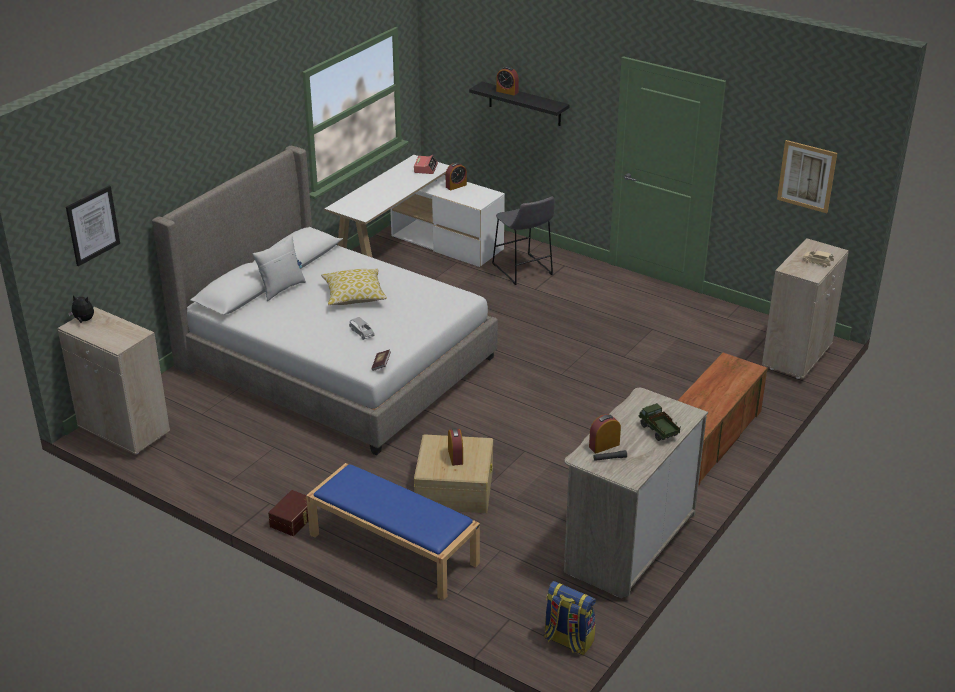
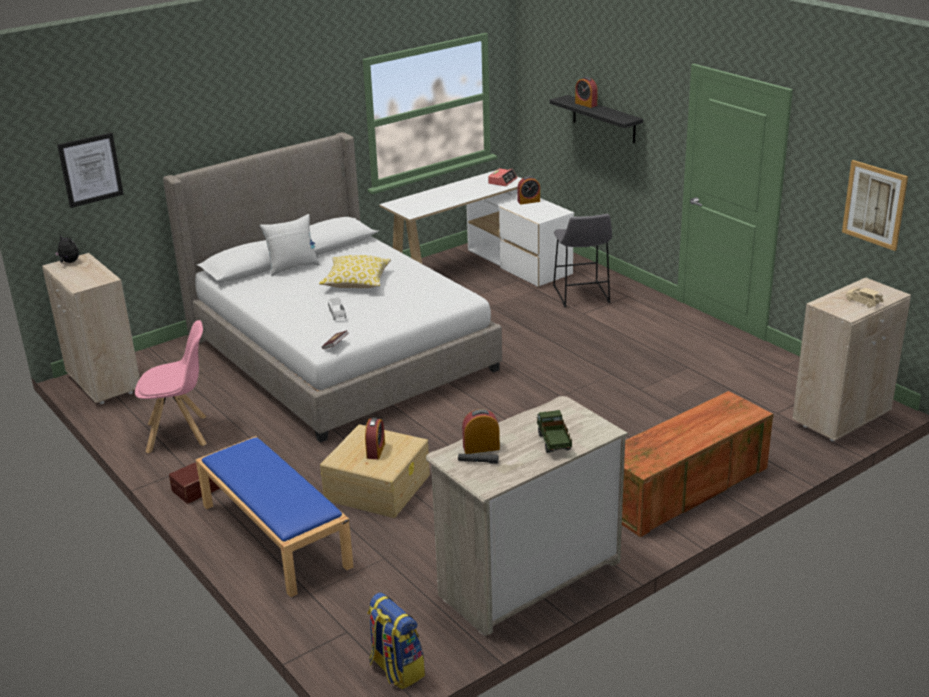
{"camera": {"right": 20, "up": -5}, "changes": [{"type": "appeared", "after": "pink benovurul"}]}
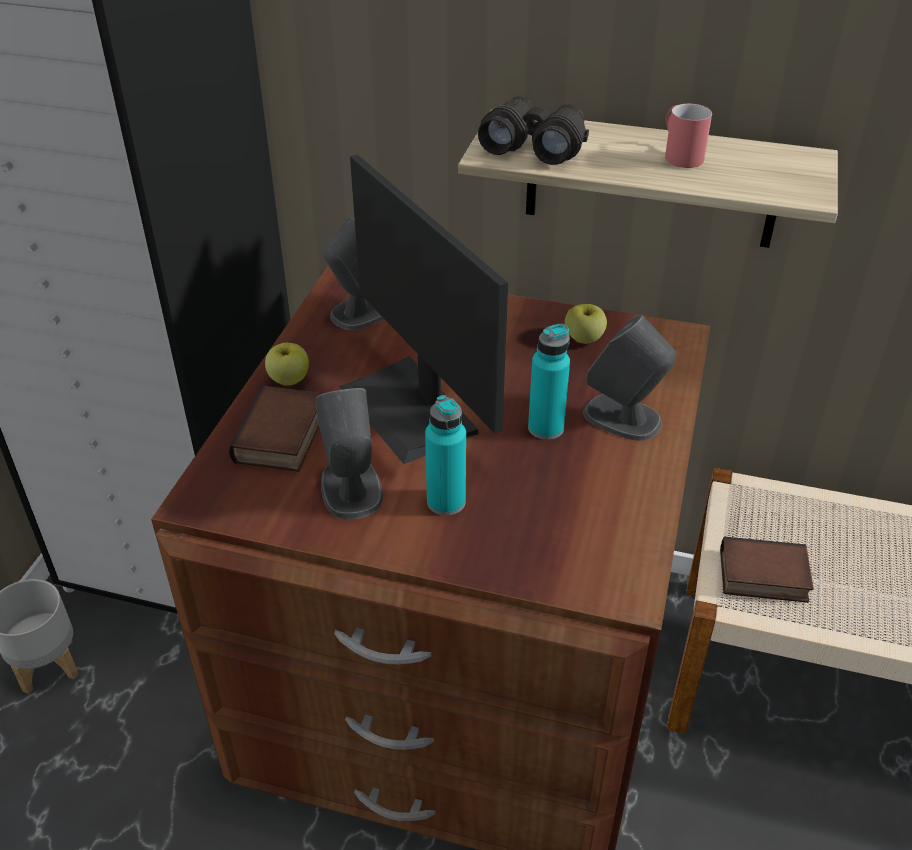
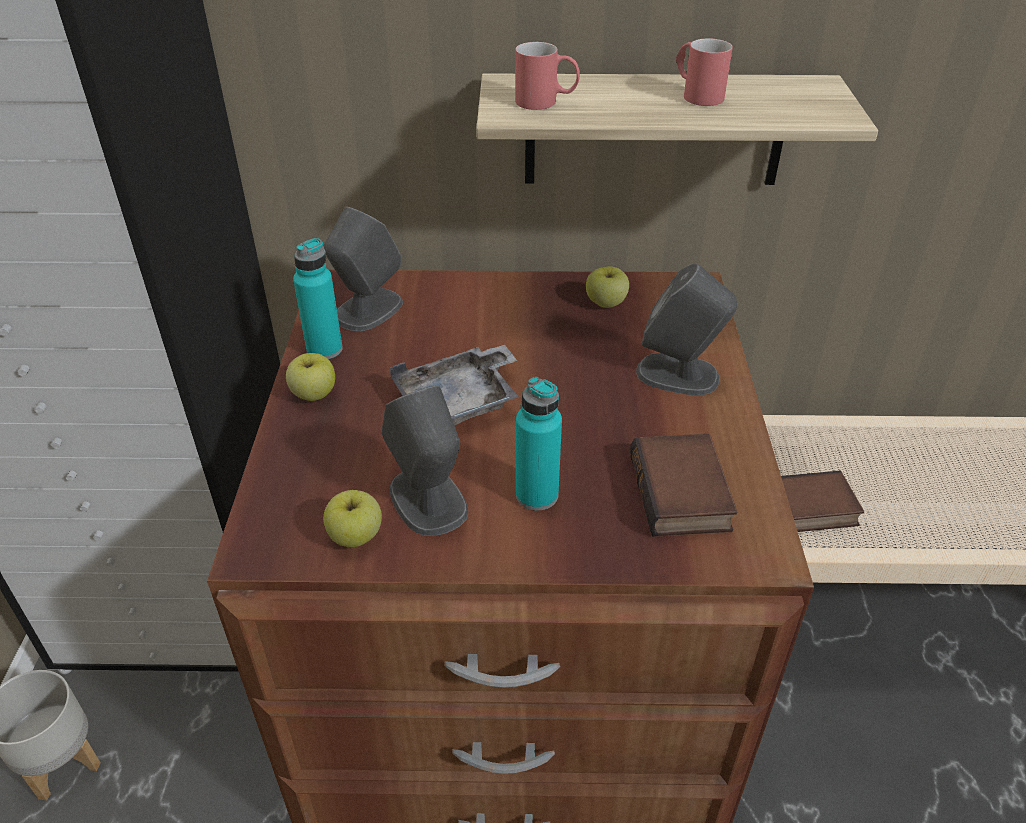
{"camera": {"right": -15, "up": 0}, "changes": [{"type": "appeared", "after": "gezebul (no. 2 from left)"}, {"type": "relocated", "before": "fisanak (no. 1 from left)"}, {"type": "relocated", "before": "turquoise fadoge (no. 2 from left in the first image)", "after": "turquoise fadoge (no. 1 from left)"}, {"type": "exchanged", "before": "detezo", "after": "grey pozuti"}, {"type": "exchanged", "before": "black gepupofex", "after": "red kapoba (no. 1 from left)"}]}
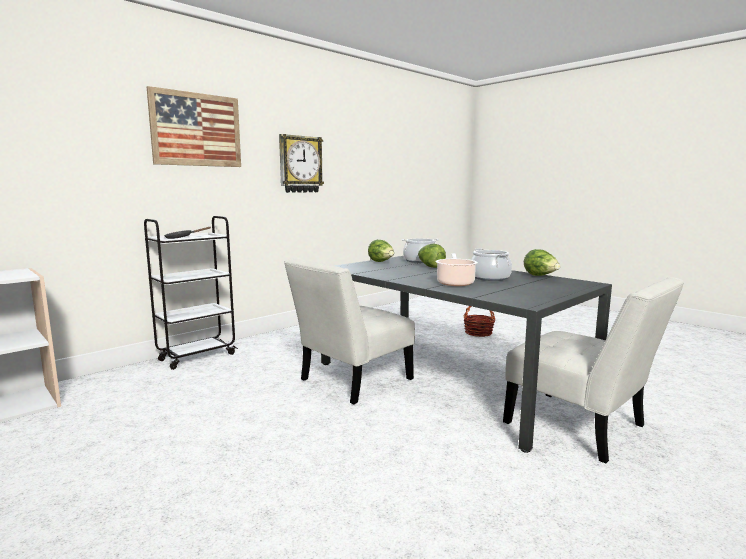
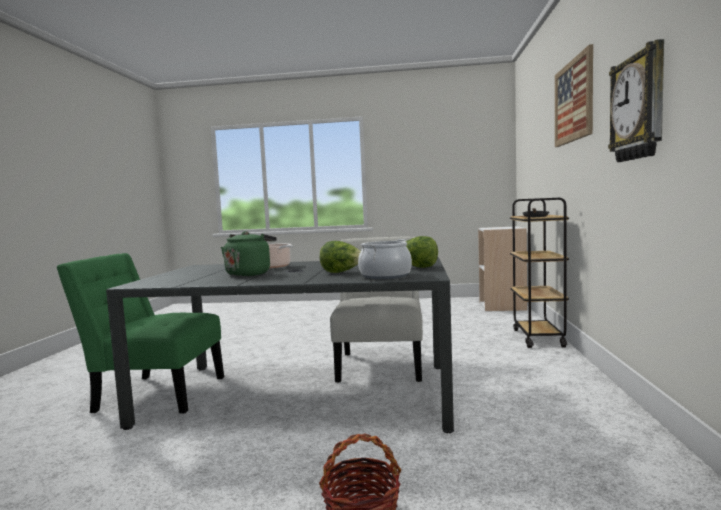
{"camera": {"right": 140, "up": -5}, "changes": [{"type": "missing", "before": "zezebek (no. 3 from left)"}, {"type": "exchanged", "before": "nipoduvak (no. 3 from left)", "after": "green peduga"}, {"type": "colour", "before": "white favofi", "after": "brown favofi"}, {"type": "colour", "before": "white benovurul (no. 2 from left)", "after": "green benovurul"}]}
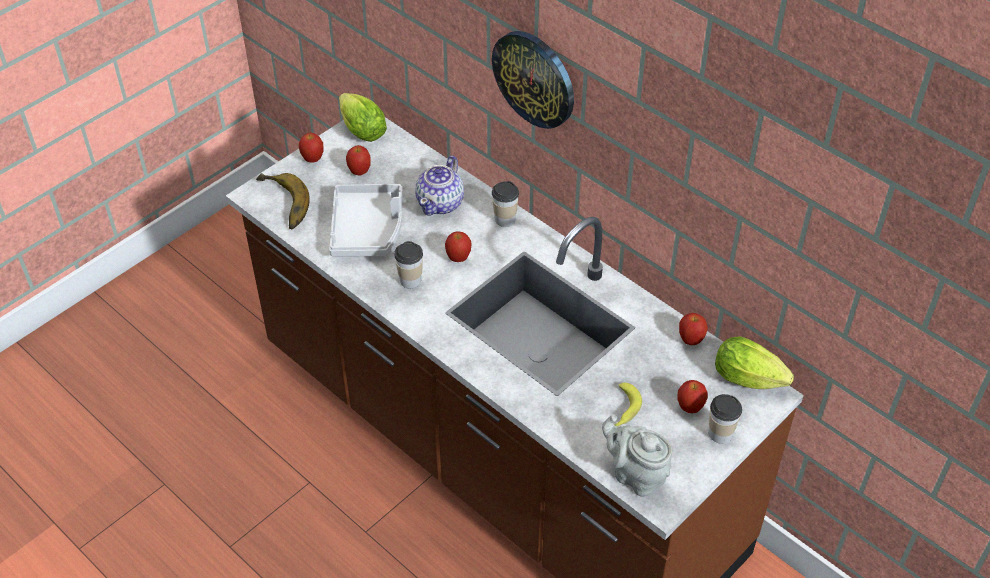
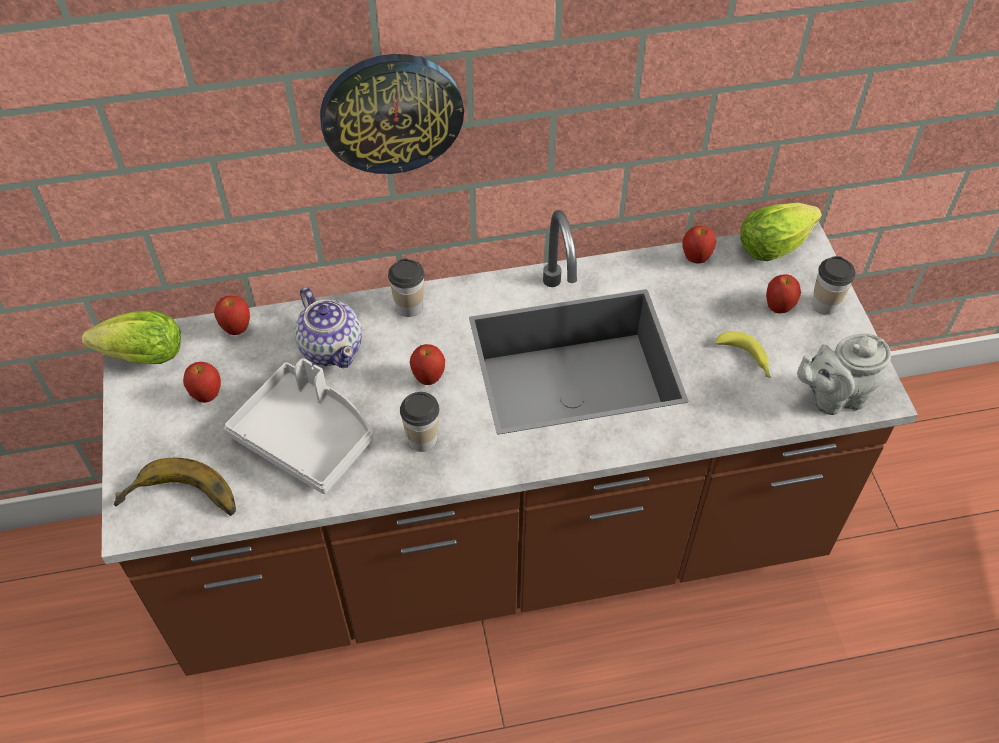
{"camera": {"right": -55, "up": 5}, "changes": [{"type": "relocated", "before": "gezebul (no. 1 from left in the first image)", "after": "gezebul (no. 2 from left)"}]}
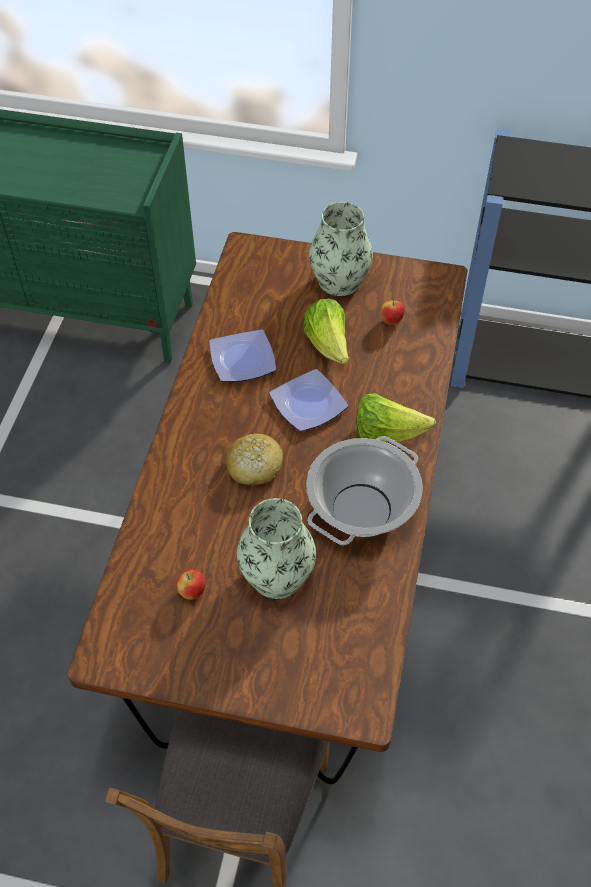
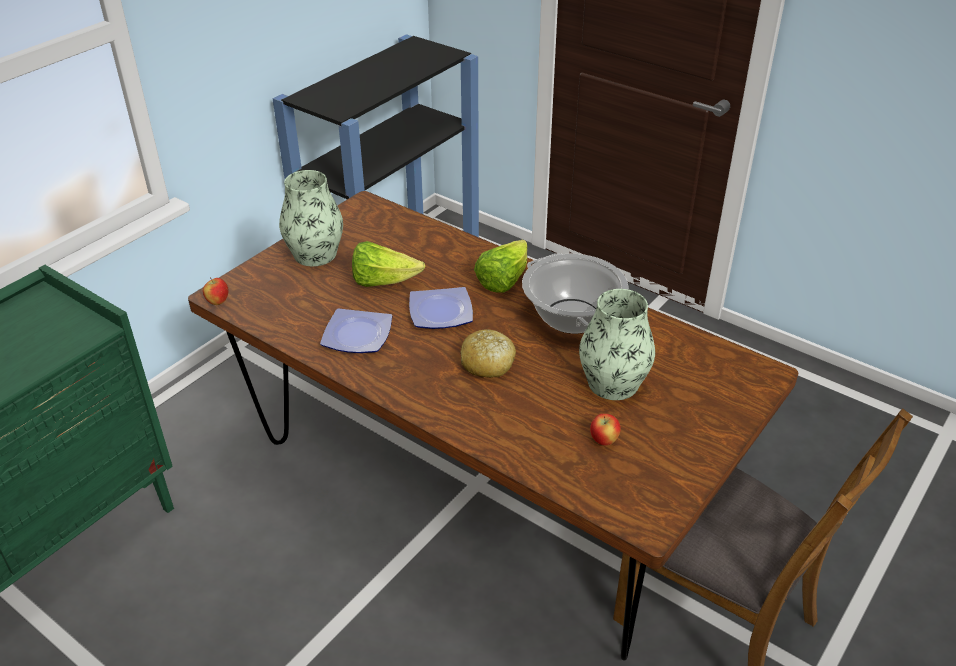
{"camera": {"right": -65, "up": -15}, "changes": [{"type": "relocated", "before": "gezebul (no. 2 from left in the first image)", "after": "gezebul (no. 1 from left)"}]}
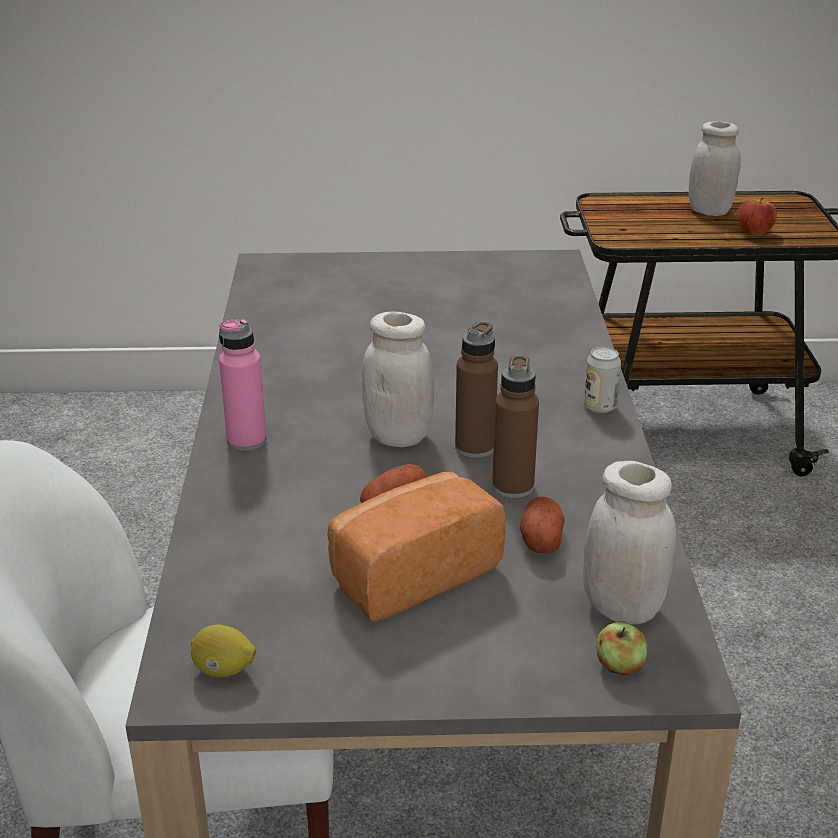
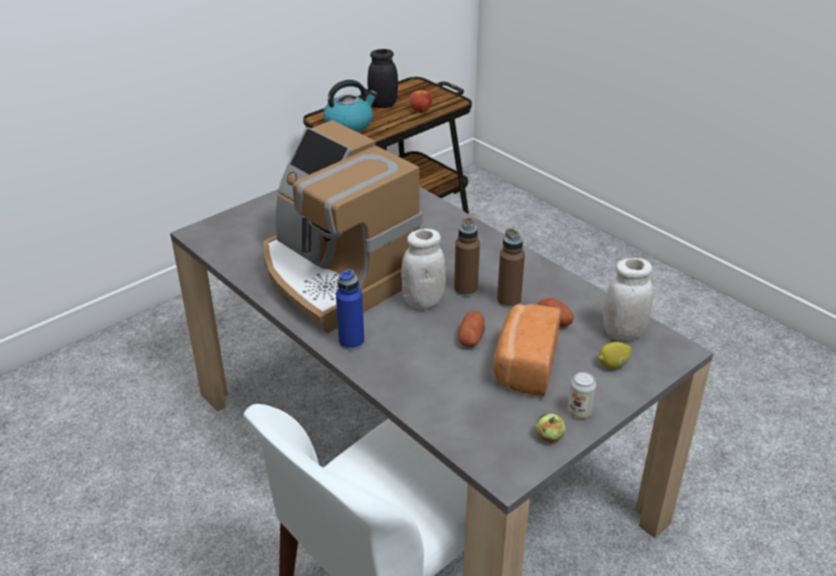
{"camera": {"right": -40, "up": 5}, "changes": [{"type": "appeared", "after": "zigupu"}, {"type": "appeared", "after": "peduga"}, {"type": "relocated", "before": "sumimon"}, {"type": "relocated", "before": "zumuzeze"}, {"type": "relocated", "before": "gezebul (no. 1 from left in the first image)", "after": "gezebul (no. 2 from left)"}, {"type": "colour", "before": "pink fadoge", "after": "blue fadoge"}, {"type": "colour", "before": "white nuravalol (no. 3 from left)", "after": "black nuravalol"}]}
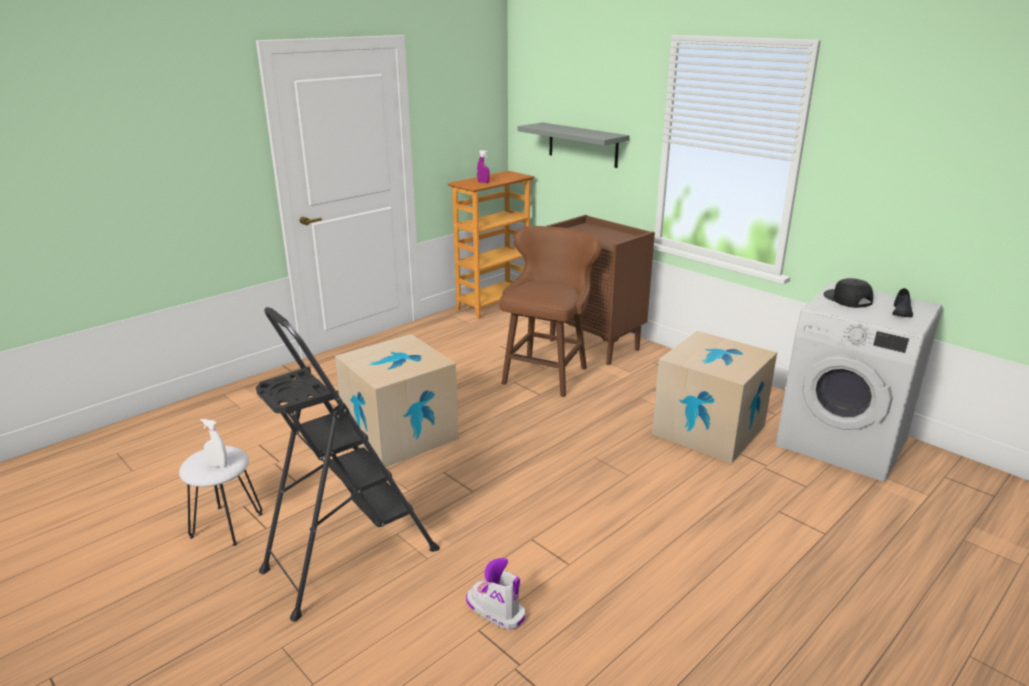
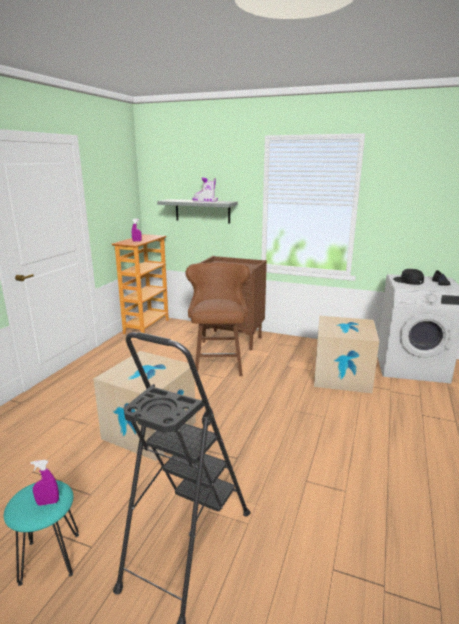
{"camera": {"right": -25, "up": -5}, "changes": [{"type": "relocated", "before": "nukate"}, {"type": "colour", "before": "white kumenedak", "after": "turquoise kumenedak"}, {"type": "colour", "before": "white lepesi", "after": "purple lepesi (no. 1 from left)"}]}
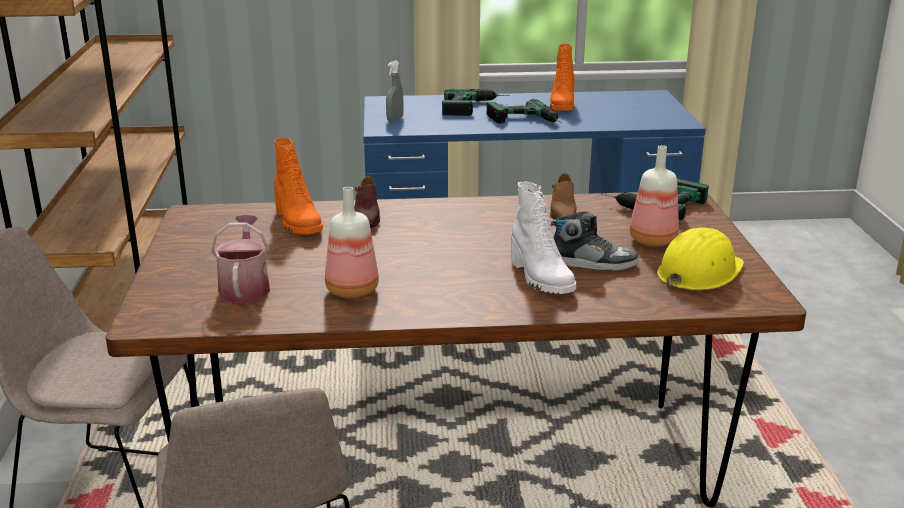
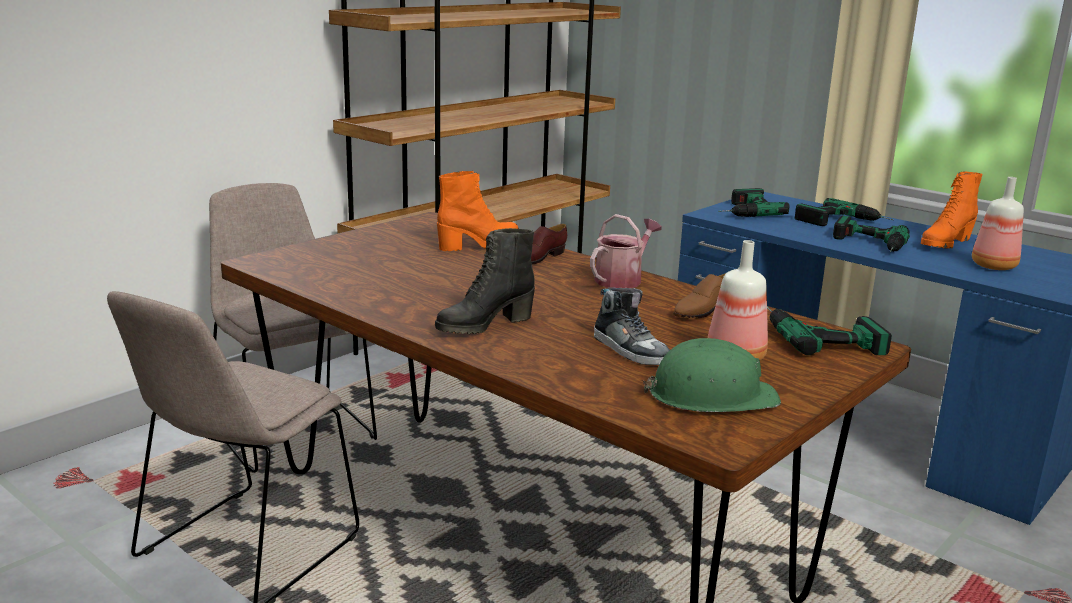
{"camera": {"right": 45, "up": -5}, "changes": [{"type": "missing", "before": "white nukate"}, {"type": "appeared", "after": "black nukate"}, {"type": "relocated", "before": "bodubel"}, {"type": "relocated", "before": "fadoge (no. 1 from left in the first image)", "after": "fadoge (no. 2 from left)"}, {"type": "exchanged", "before": "grey lepesi", "after": "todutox (no. 1 from left)"}, {"type": "colour", "before": "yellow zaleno", "after": "green zaleno"}, {"type": "spun", "before": "orange nukate (no. 1 from left)", "turn": -135}]}
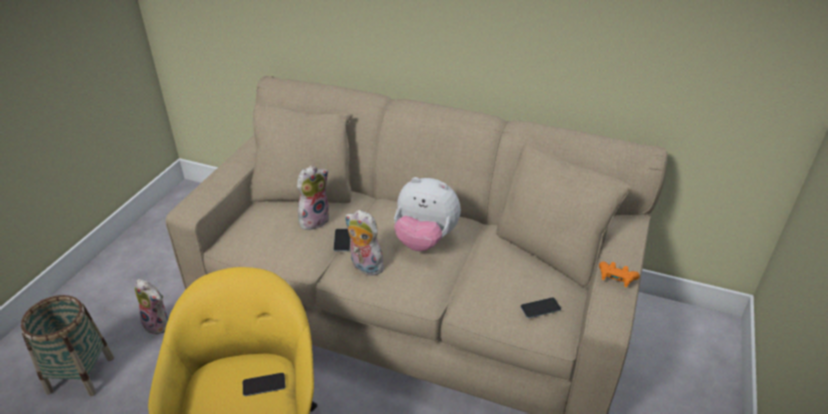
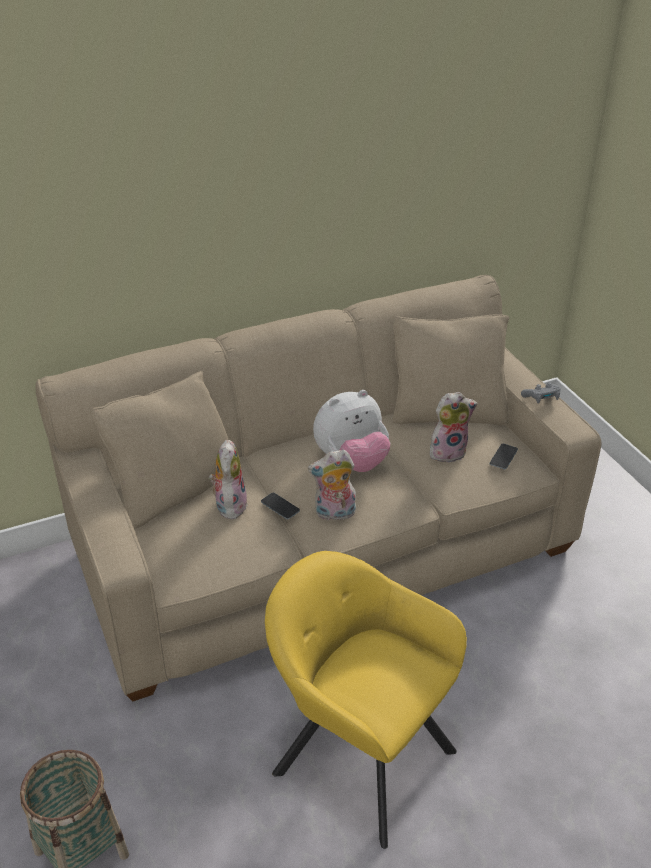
{"camera": {"right": -45, "up": 0}, "changes": [{"type": "missing", "before": "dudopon (no. 1 from left)"}, {"type": "relocated", "before": "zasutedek (no. 1 from left in the first image)", "after": "zasutedek (no. 4 from left)"}, {"type": "colour", "before": "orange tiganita", "after": "grey tiganita"}]}
